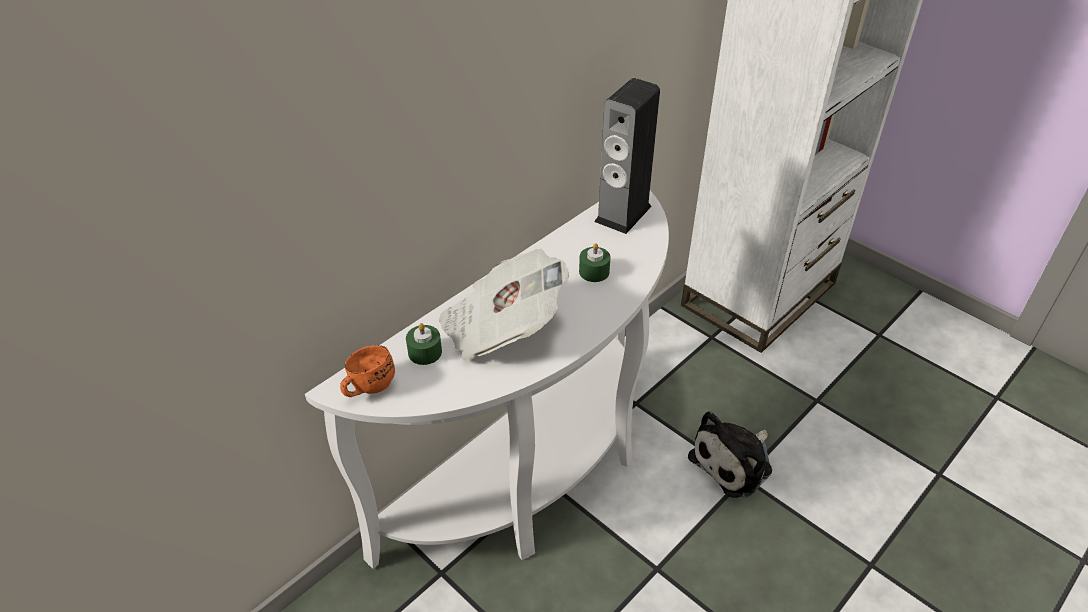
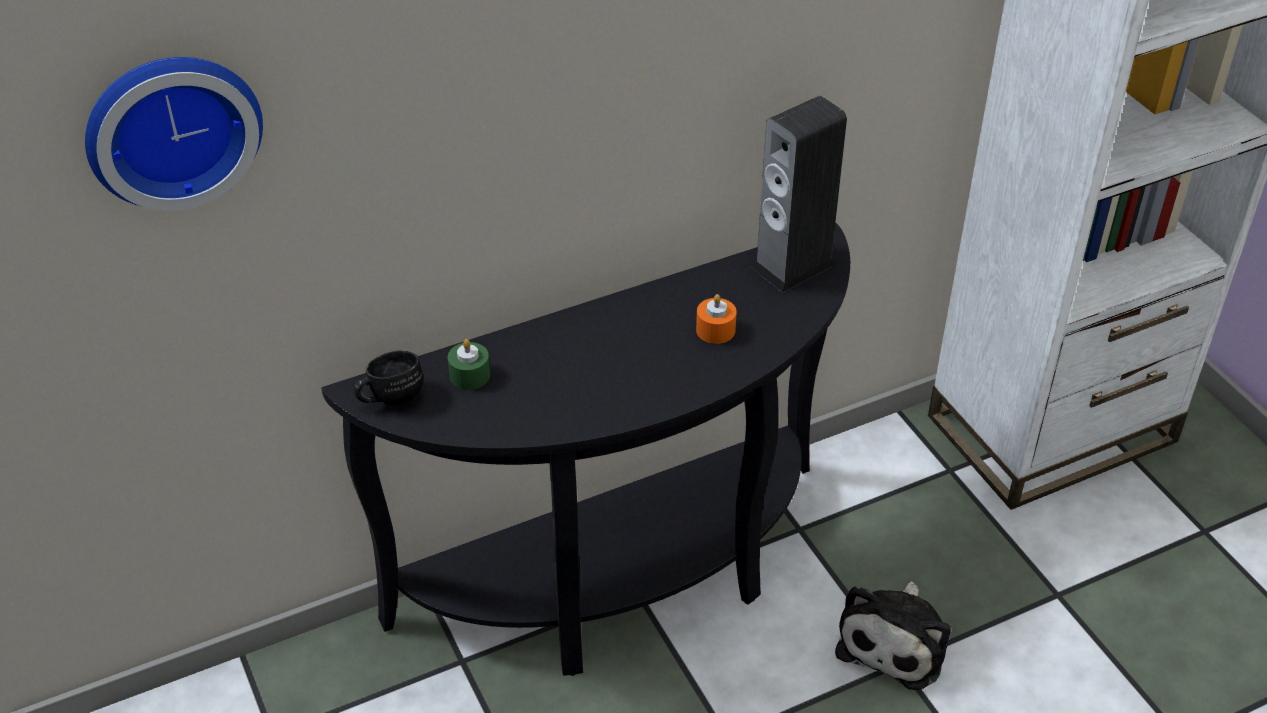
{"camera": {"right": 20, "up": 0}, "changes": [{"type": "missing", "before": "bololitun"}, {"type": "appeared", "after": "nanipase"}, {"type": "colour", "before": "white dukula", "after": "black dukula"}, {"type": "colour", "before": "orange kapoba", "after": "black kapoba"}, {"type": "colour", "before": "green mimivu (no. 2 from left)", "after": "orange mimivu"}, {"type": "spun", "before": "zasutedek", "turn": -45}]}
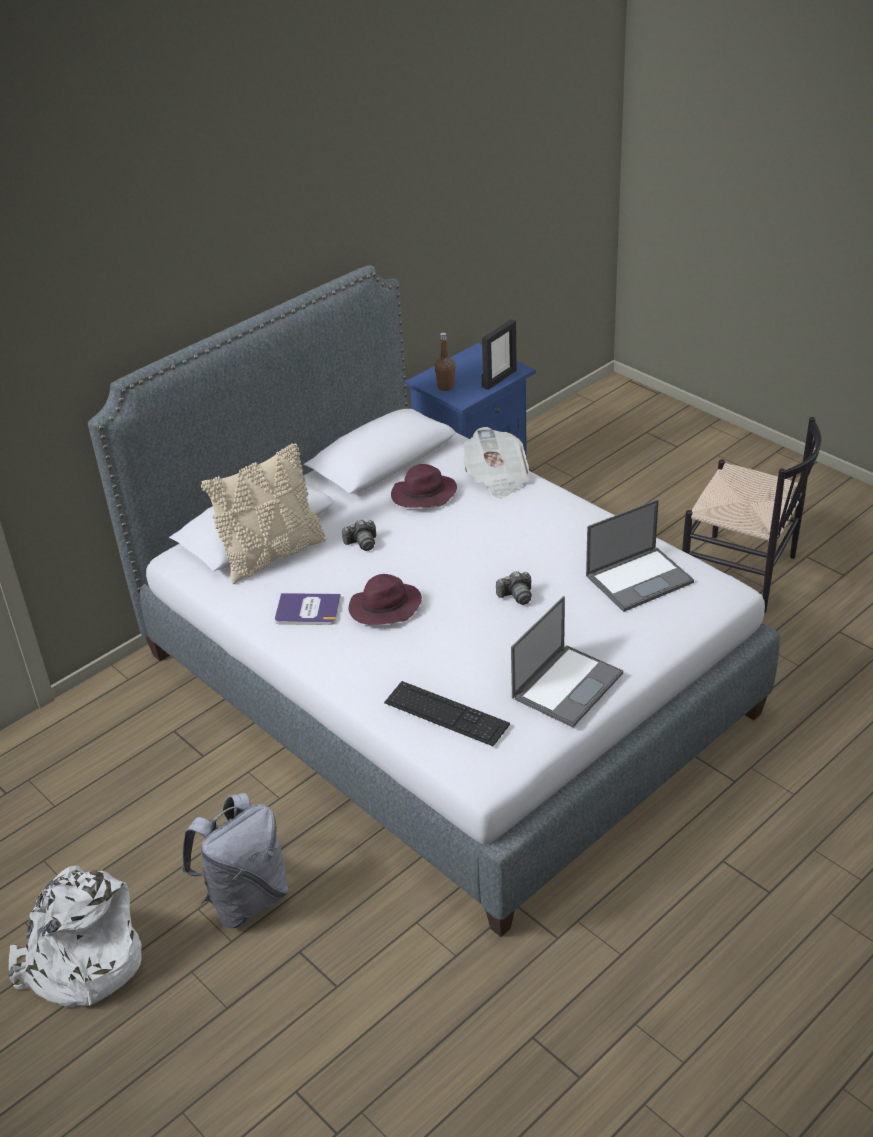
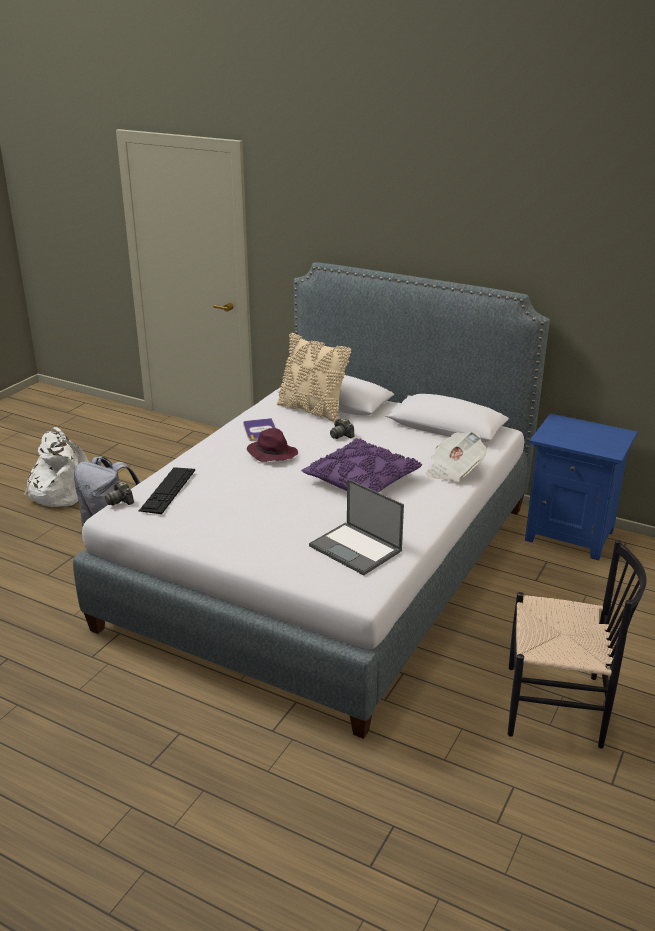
{"camera": {"right": 70, "up": -10}, "changes": [{"type": "missing", "before": "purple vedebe (no. 2 from left)"}, {"type": "missing", "before": "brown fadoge"}, {"type": "missing", "before": "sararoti"}, {"type": "missing", "before": "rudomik (no. 1 from left)"}, {"type": "appeared", "after": "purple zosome"}, {"type": "relocated", "before": "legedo (no. 2 from left in the first image)", "after": "legedo (no. 1 from left)"}, {"type": "spun", "before": "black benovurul", "turn": -90}]}
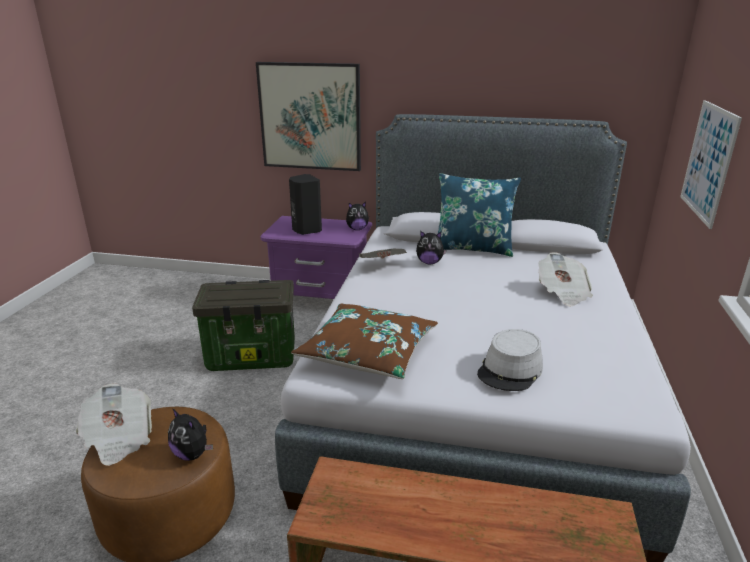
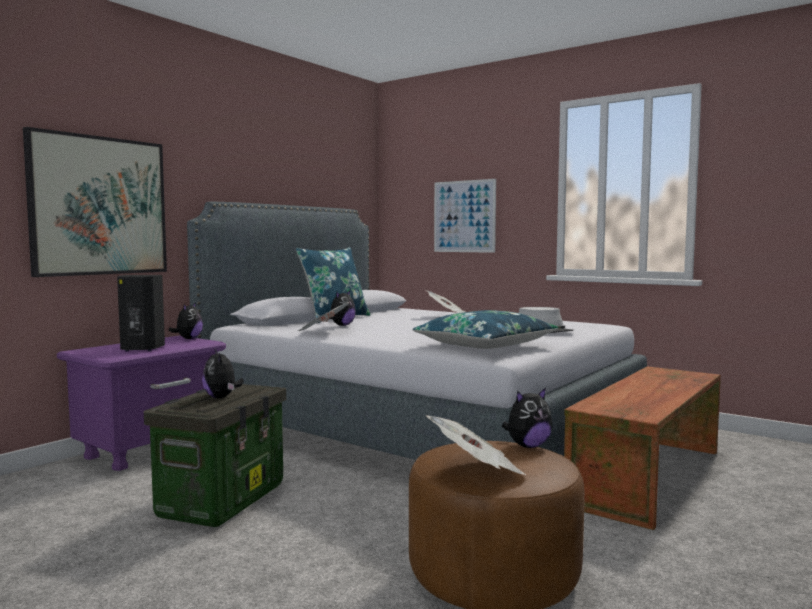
{"camera": {"right": -65, "up": -20}, "changes": [{"type": "appeared", "after": "zasutedek (no. 2 from left)"}, {"type": "colour", "before": "brown zosome", "after": "blue zosome (no. 2 from left)"}]}
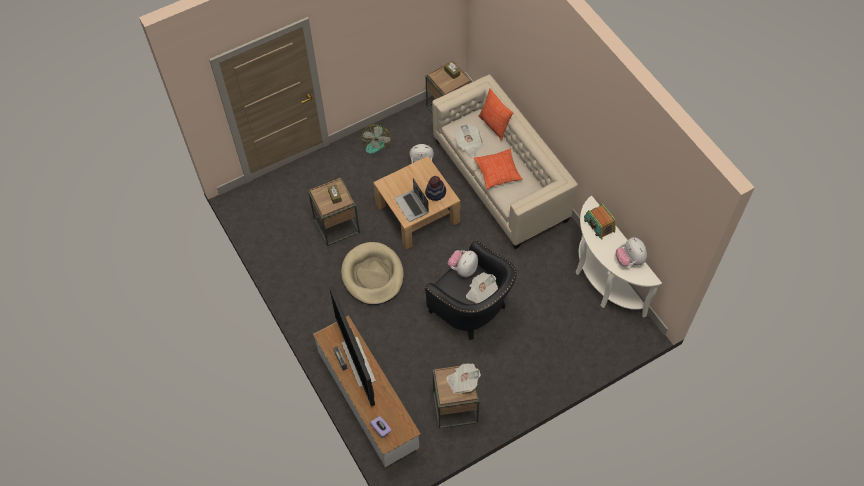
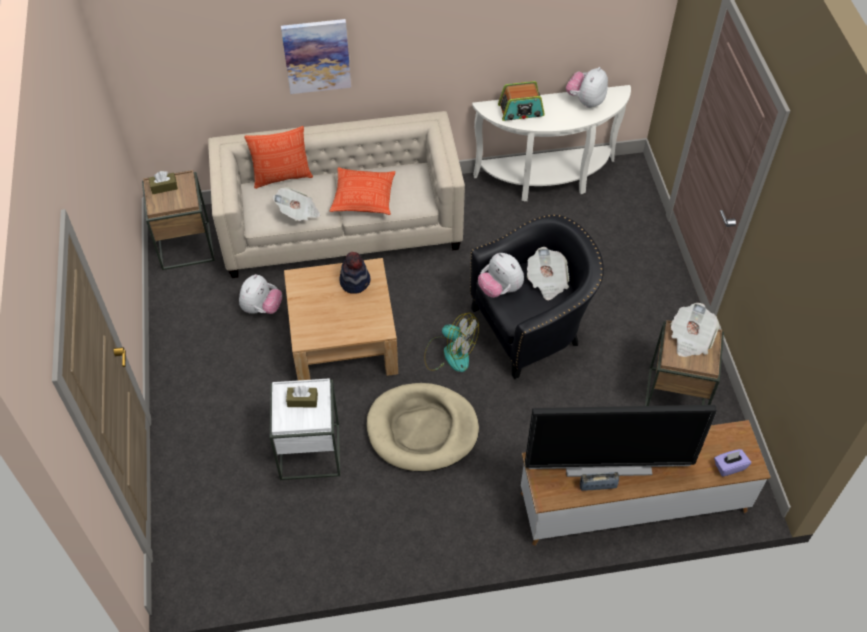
{"camera": {"right": -70, "up": -5}, "changes": [{"type": "missing", "before": "rudomik"}, {"type": "appeared", "after": "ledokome"}, {"type": "relocated", "before": "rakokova"}, {"type": "colour", "before": "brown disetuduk (no. 1 from left)", "after": "white disetuduk"}, {"type": "spun", "before": "zasutedek (no. 3 from left)", "turn": 120}]}
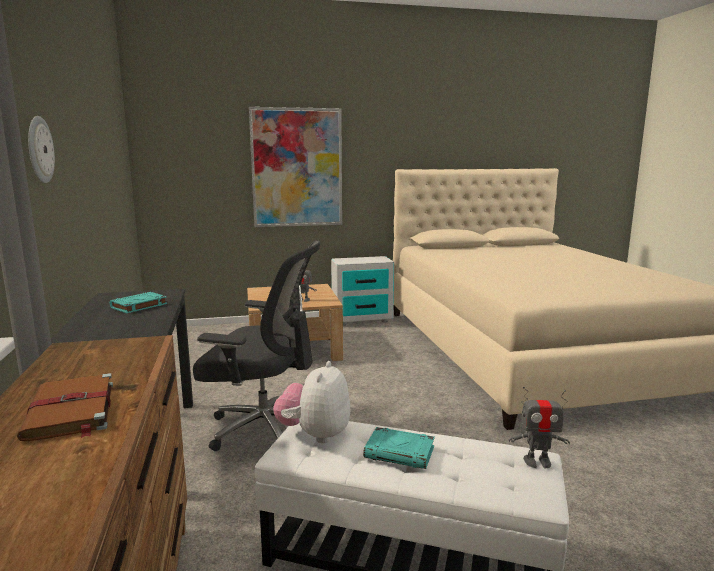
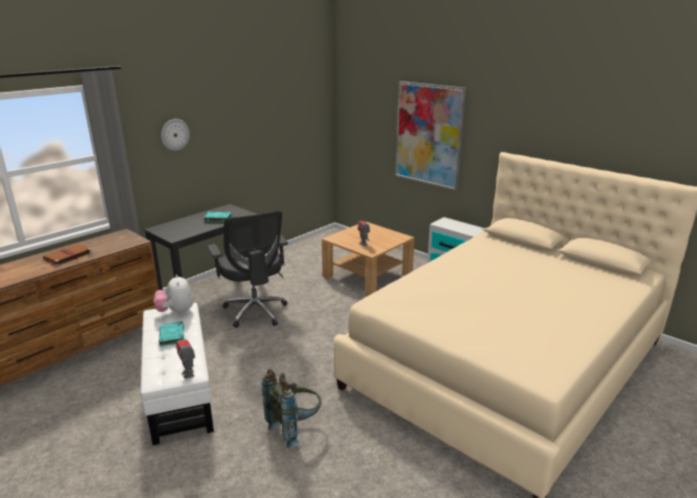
{"camera": {"right": 55, "up": 10}, "changes": [{"type": "appeared", "after": "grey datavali"}, {"type": "spun", "before": "zasutedek", "turn": -90}]}
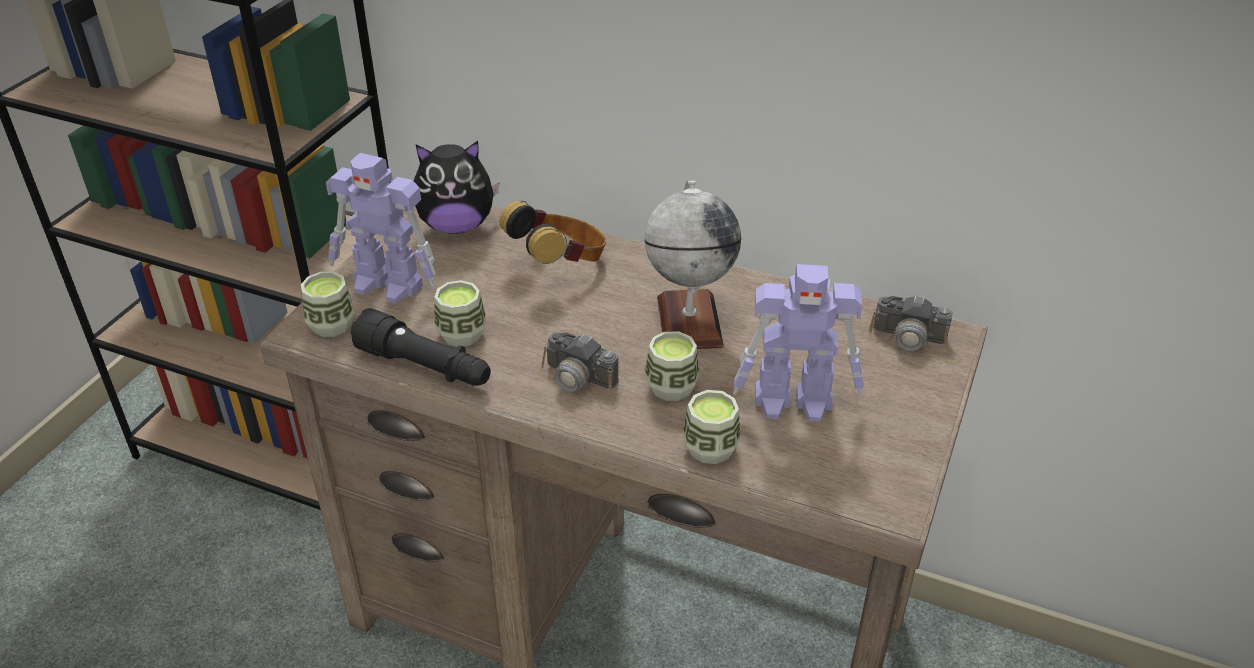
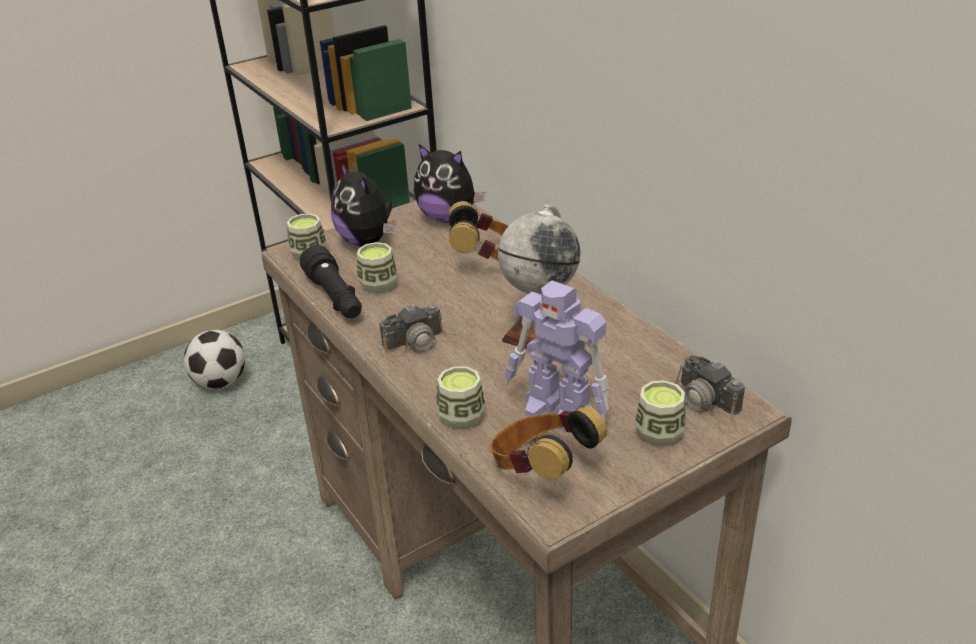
{"camera": {"right": 35, "up": -5}, "changes": [{"type": "appeared", "after": "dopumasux"}, {"type": "appeared", "after": "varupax (no. 2 from left)"}, {"type": "relocated", "before": "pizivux (no. 3 from left in the first image)", "after": "pizivux (no. 4 from left)"}, {"type": "exchanged", "before": "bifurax (no. 1 from left)", "after": "zasutedek (no. 1 from left)"}, {"type": "spun", "before": "legedo (no. 1 from left)", "turn": -90}]}
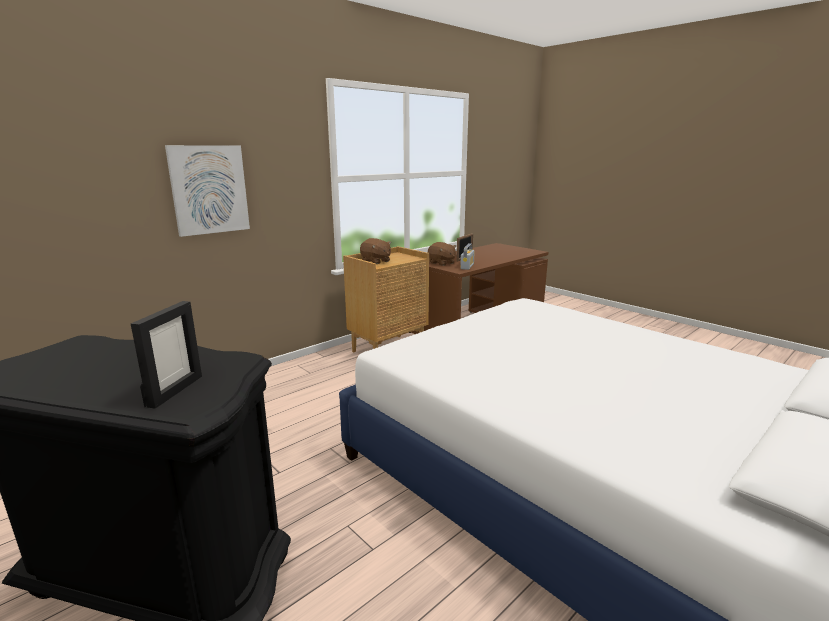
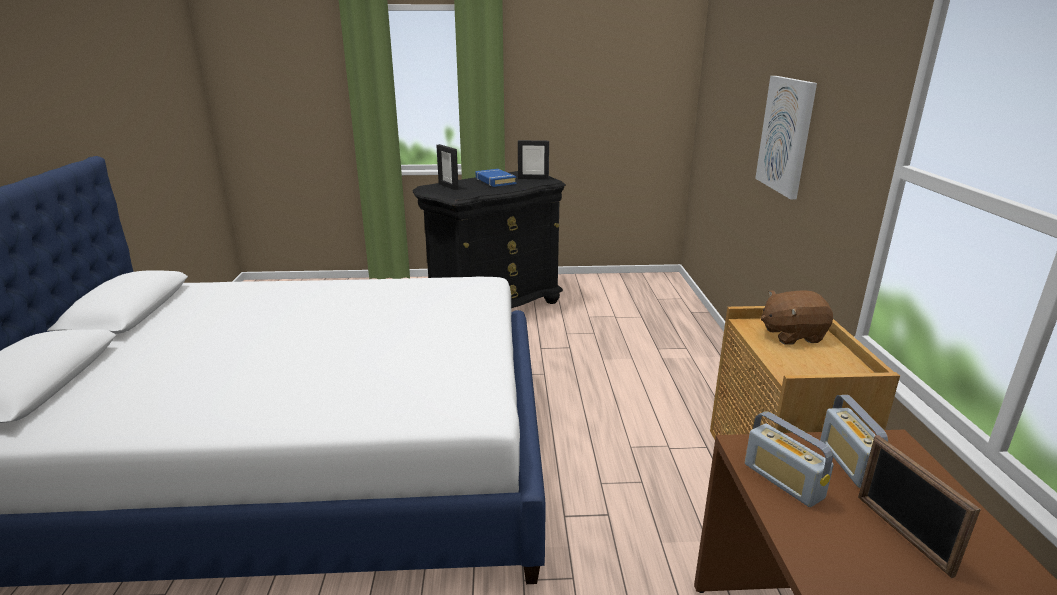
{"camera": {"right": 130, "up": 5}, "changes": [{"type": "appeared", "after": "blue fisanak"}, {"type": "appeared", "after": "sararoti (no. 2 from left)"}, {"type": "exchanged", "before": "brown zasutedek (no. 2 from left)", "after": "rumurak (no. 2 from left)"}]}
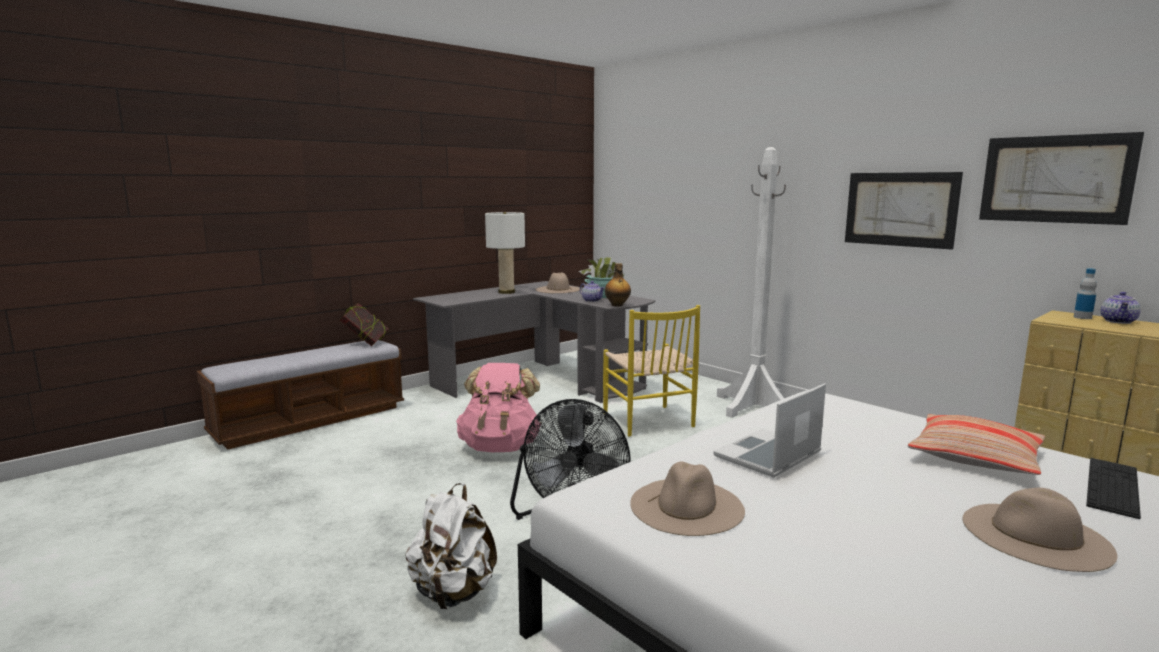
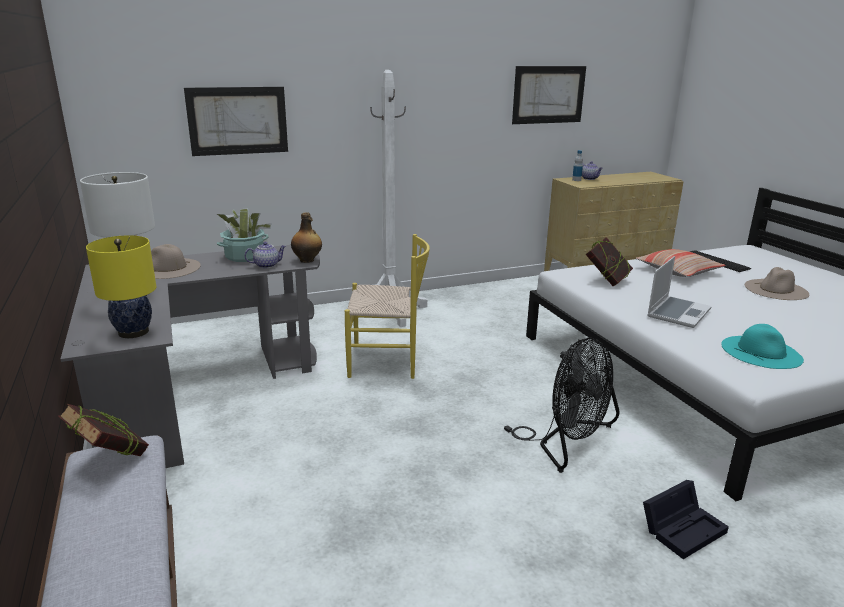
{"camera": {"right": -70, "up": 10}, "changes": [{"type": "missing", "before": "pink datavali"}, {"type": "appeared", "after": "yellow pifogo"}, {"type": "appeared", "after": "fisanak (no. 2 from left)"}, {"type": "relocated", "before": "ledokome (no. 1 from left)"}, {"type": "exchanged", "before": "white datavali", "after": "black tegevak"}, {"type": "colour", "before": "beige vedebe (no. 2 from left)", "after": "turquoise vedebe"}, {"type": "spun", "before": "rudomik", "turn": -120}]}
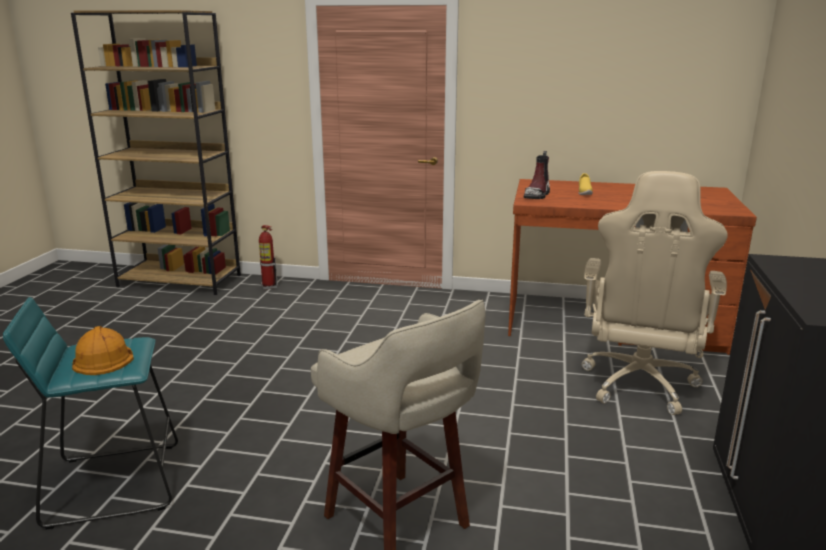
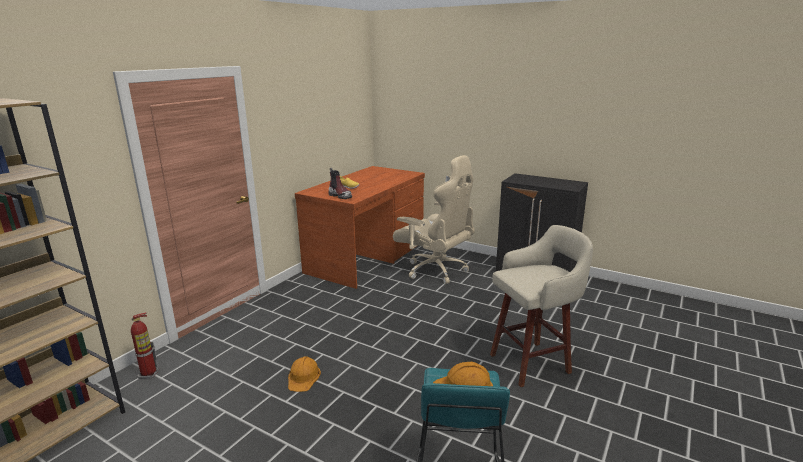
{"camera": {"right": -70, "up": 0}, "changes": [{"type": "appeared", "after": "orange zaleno (no. 1 from left)"}]}
